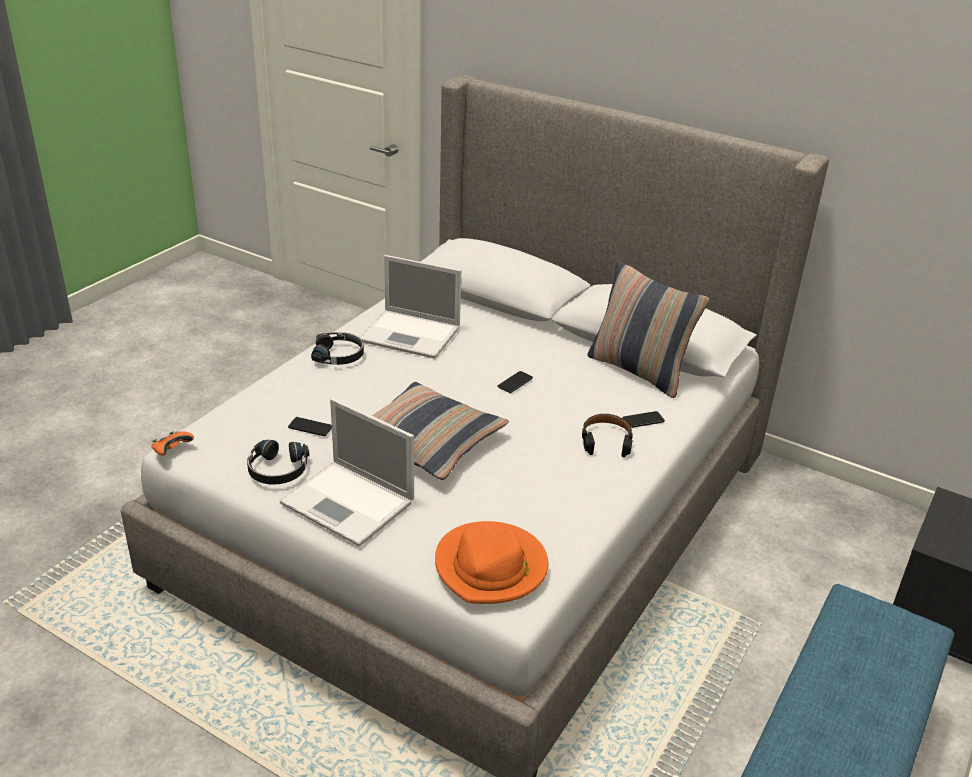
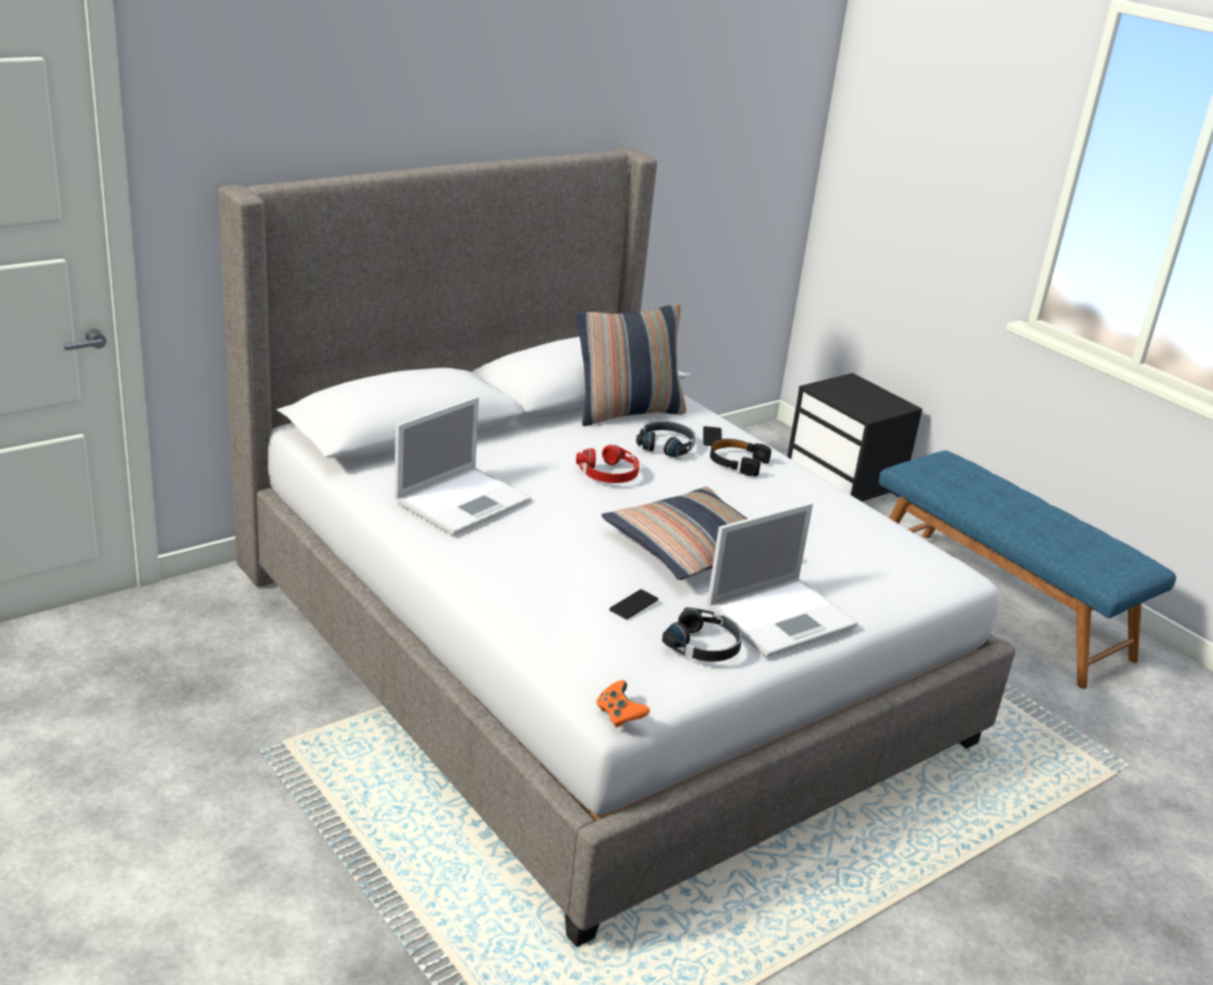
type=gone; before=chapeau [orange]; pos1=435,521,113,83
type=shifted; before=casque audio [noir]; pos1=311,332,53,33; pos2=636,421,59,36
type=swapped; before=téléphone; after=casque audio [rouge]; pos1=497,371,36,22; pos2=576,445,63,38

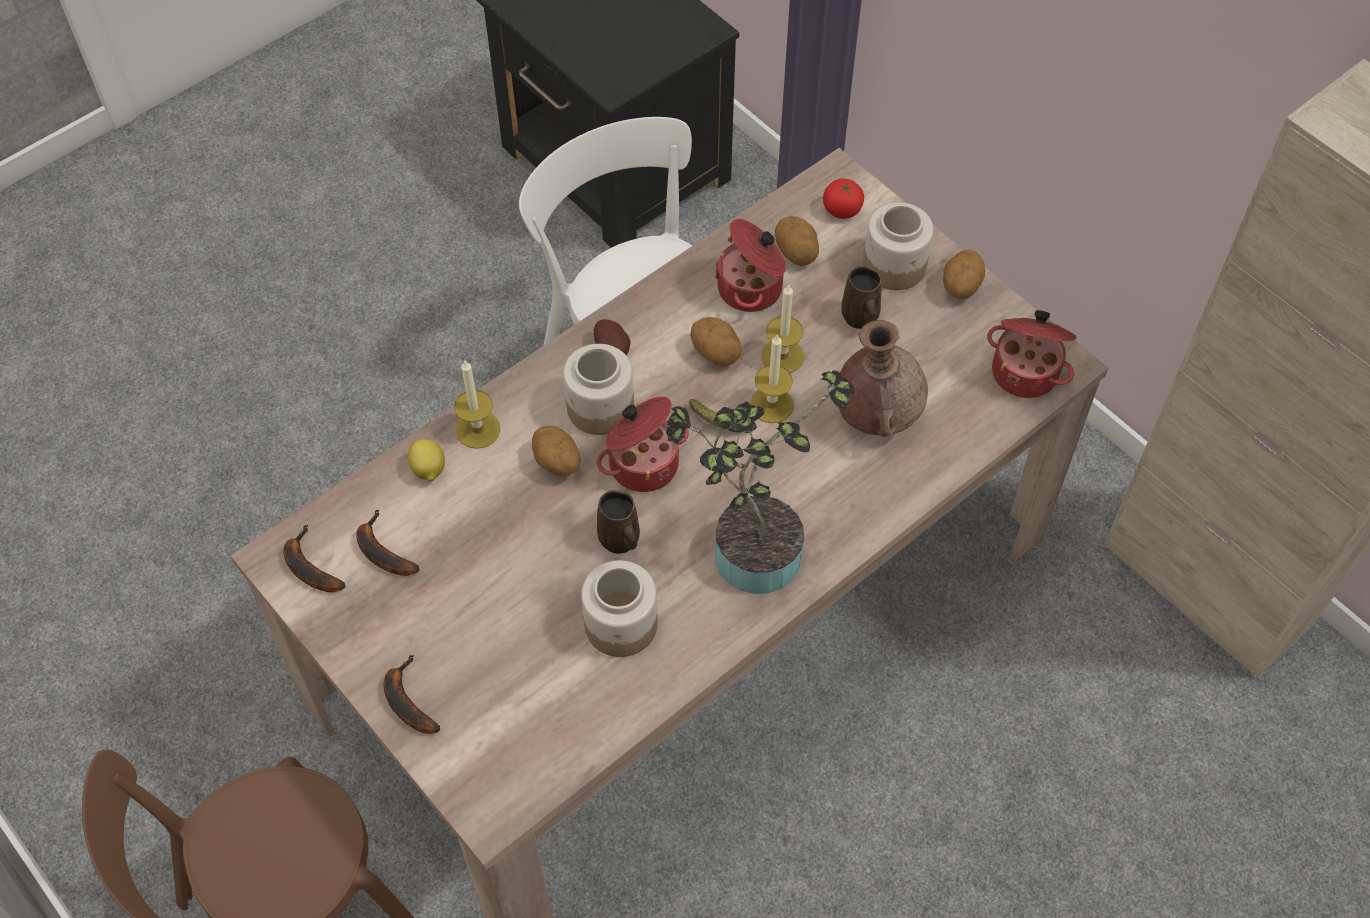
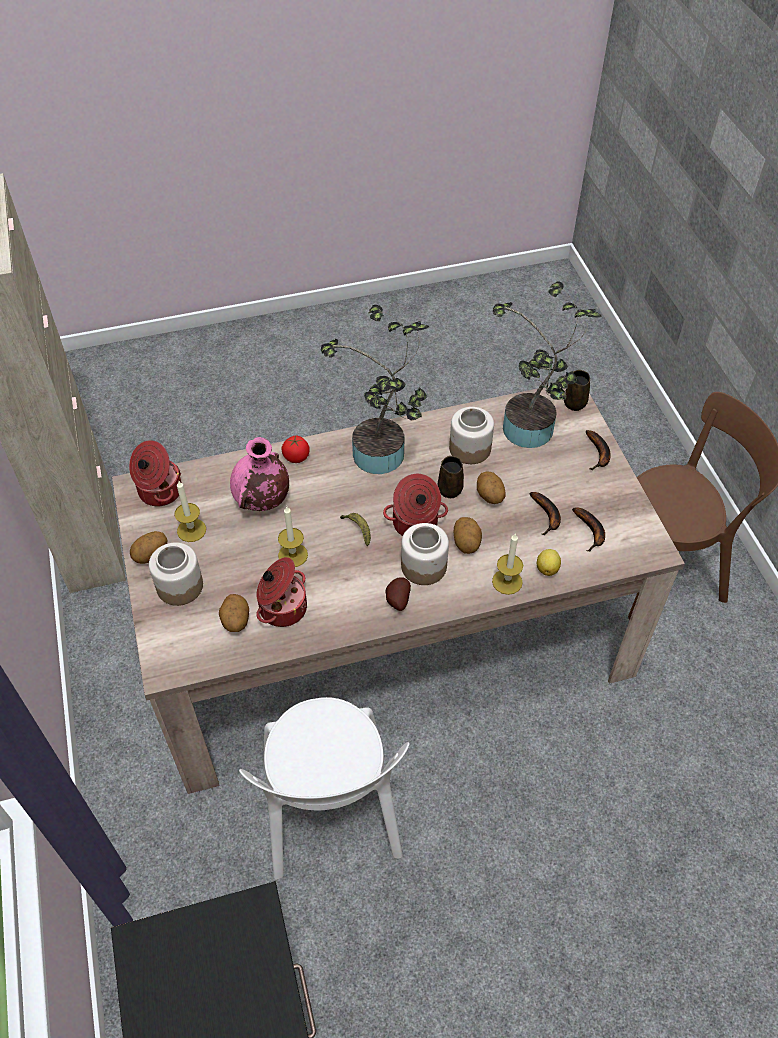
type=new; after=plante en pot; pos2=493,281,109,167
type=shifted; before=banane; pos1=283,525,63,67; pos2=529,492,32,43
type=shifted; before=pomme de terre; pos1=690,317,52,50; pos2=477,472,29,32
type=shifted; before=bougie; pos1=750,334,44,89; pos2=174,481,32,61
type=shifted; before=tomate; pos1=823,179,41,40; pos2=281,436,29,27
type=shifted; before=mug [marron]; pos1=841,266,41,63; pos2=564,370,26,41
type=repainted; before=vase [marron]; after=vase [rose]; pos1=839,320,89,117; pos2=230,437,59,74

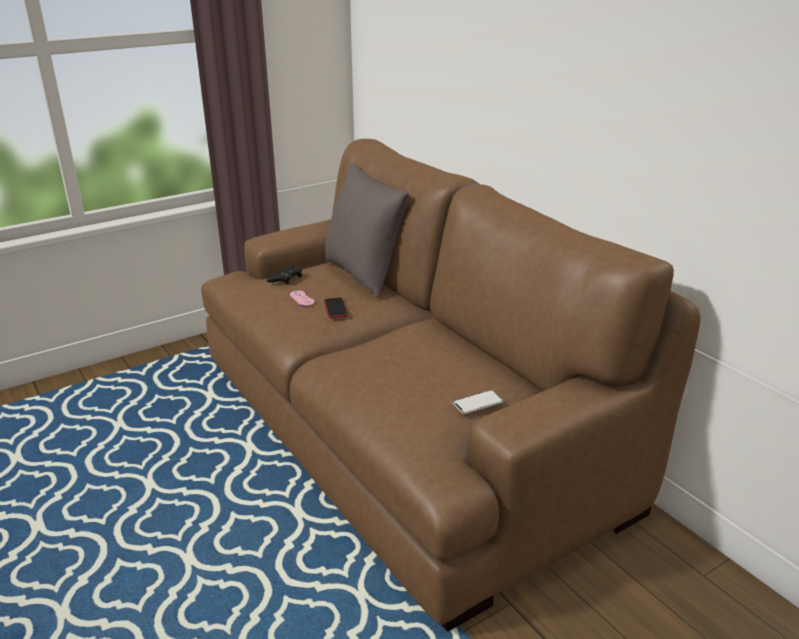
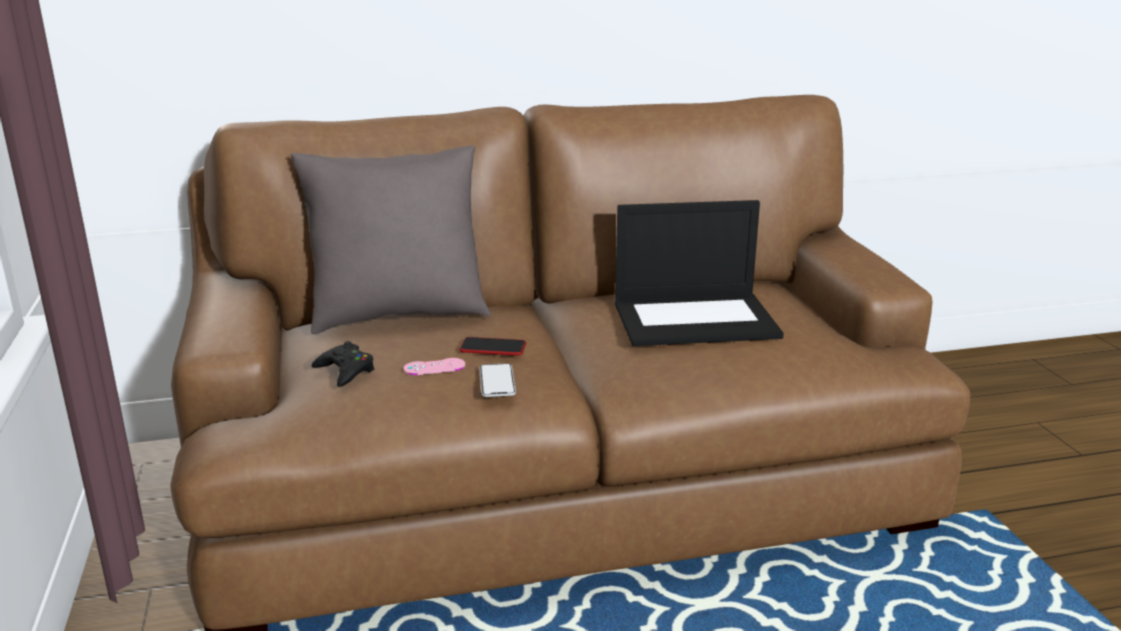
type=new; after=ordinateur portable; pos2=615,200,169,146
type=shifted; before=téléphone; pos1=452,390,52,24; pos2=479,363,37,34

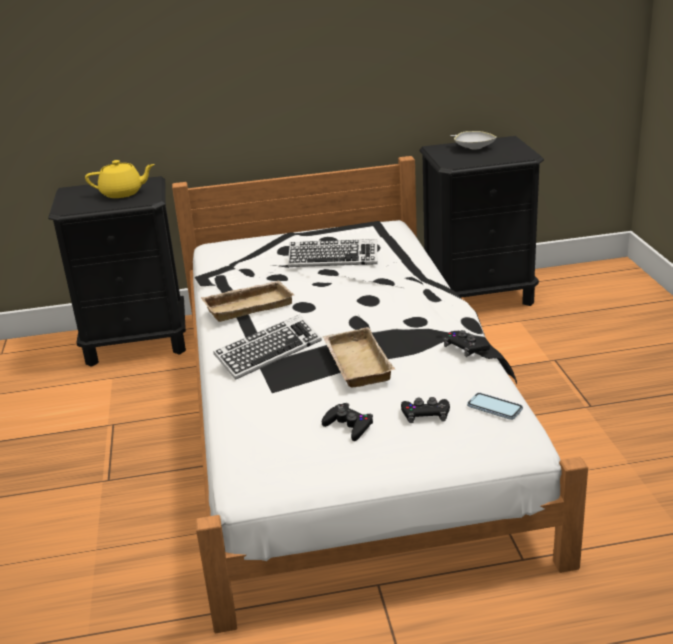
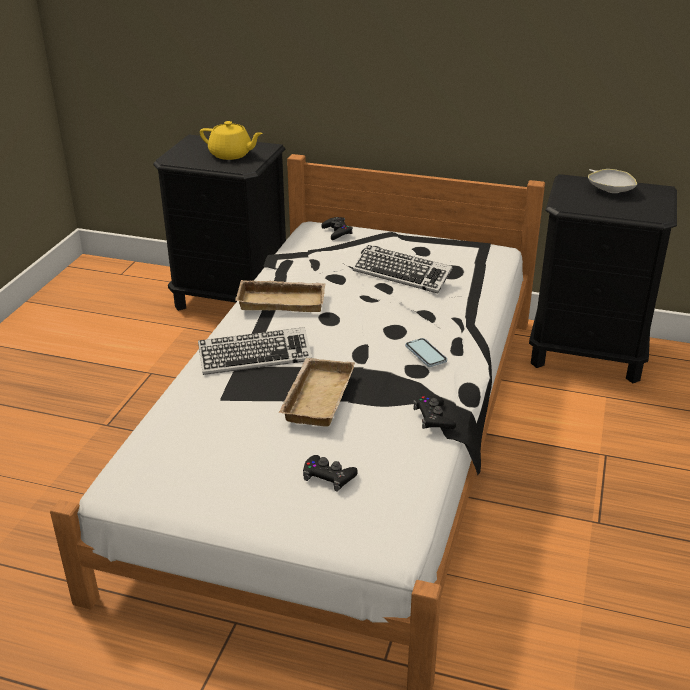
type=shifted; before=manette [noir]; pos1=322,403,51,38; pos2=321,217,32,23
type=shifted; before=téléphone; pos1=467,393,56,27; pos2=405,338,42,29

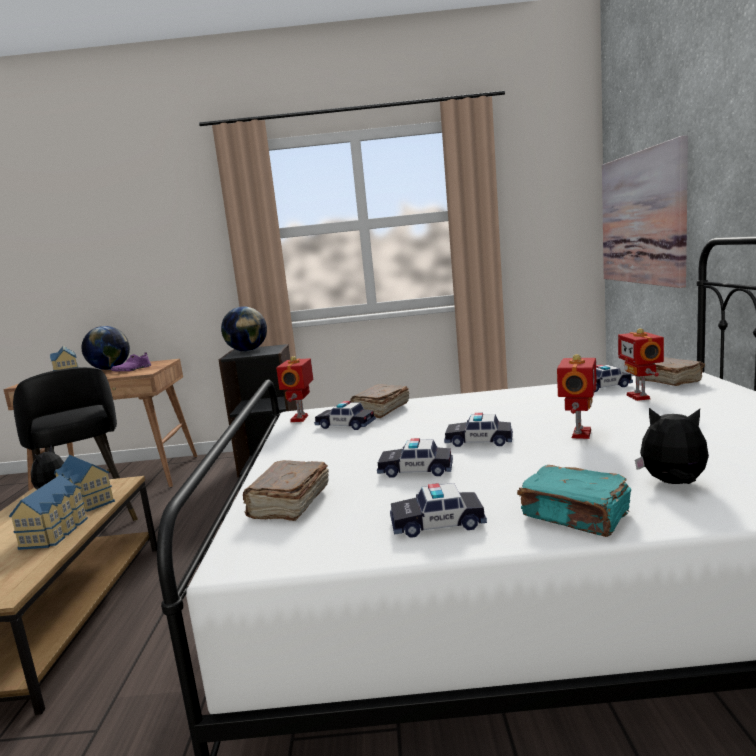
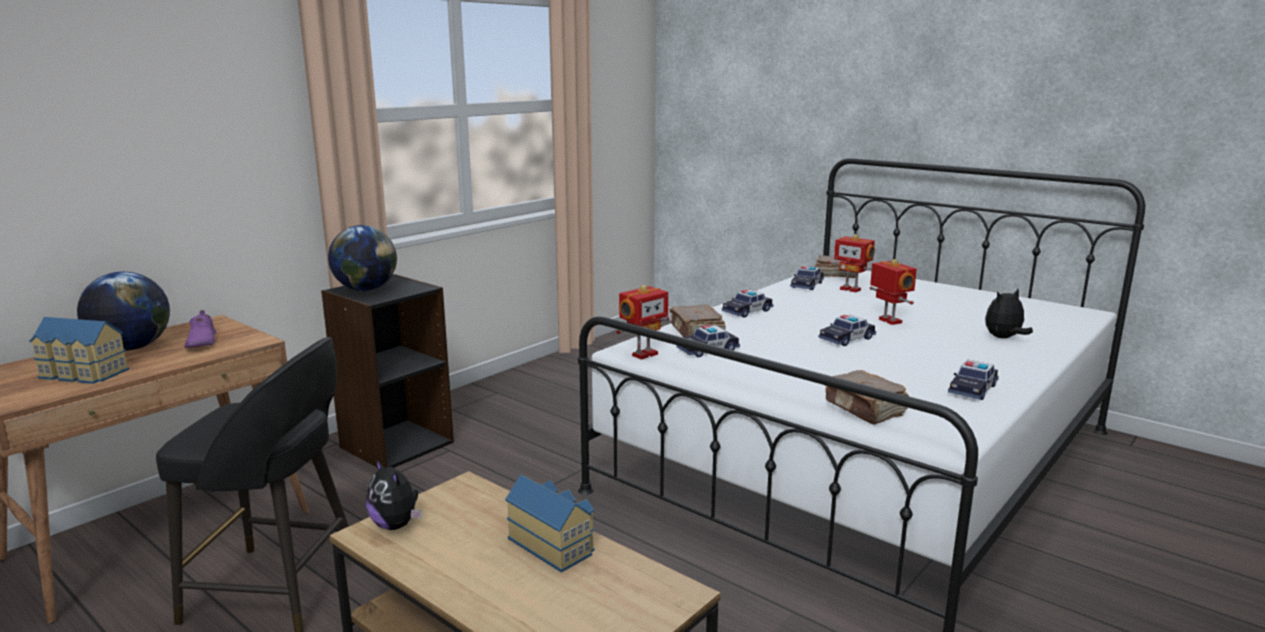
type=gone; before=maison miniature; pos1=54,455,61,57
type=gone; before=livre [turquoise]; pos1=517,465,114,72
type=gone; before=tableau; pos1=602,135,86,153
type=shifted; before=petite voiture; pos1=377,438,76,40; pos2=722,290,51,28
type=rotated; before=robot jouet; pos1=276,356,37,66; pos2=616,285,53,75; turn=-90

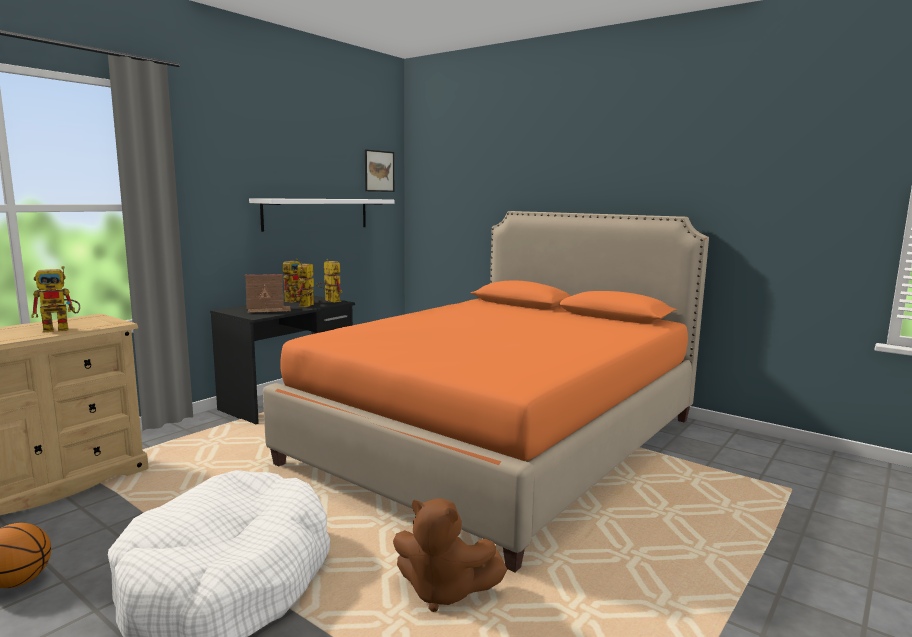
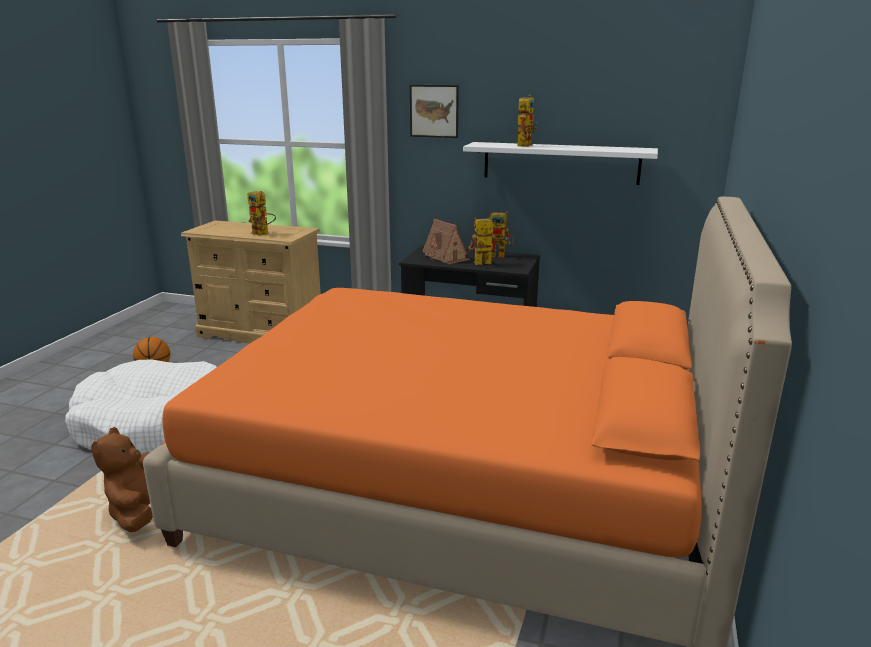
type=shifted; before=robot jouet; pos1=316,259,26,44; pos2=517,95,21,52
type=shifted; before=tableau; pos1=365,149,29,43; pos2=410,85,49,53

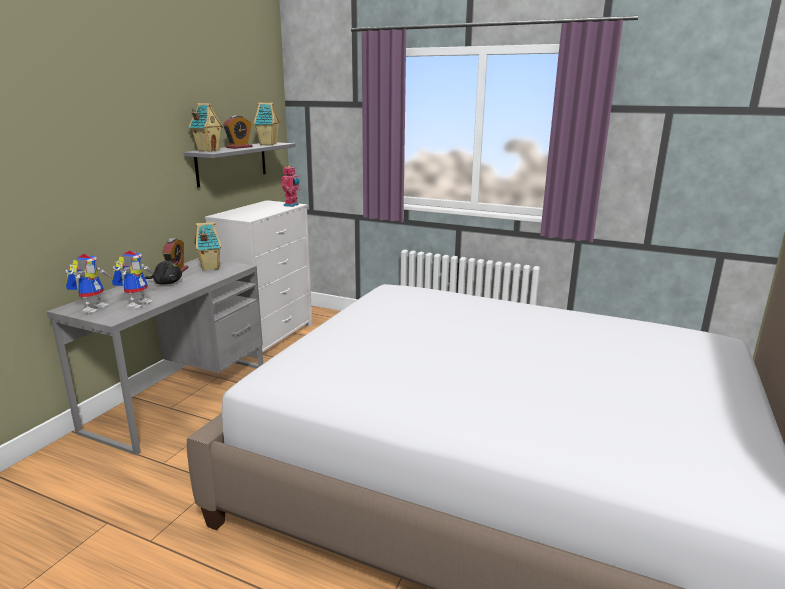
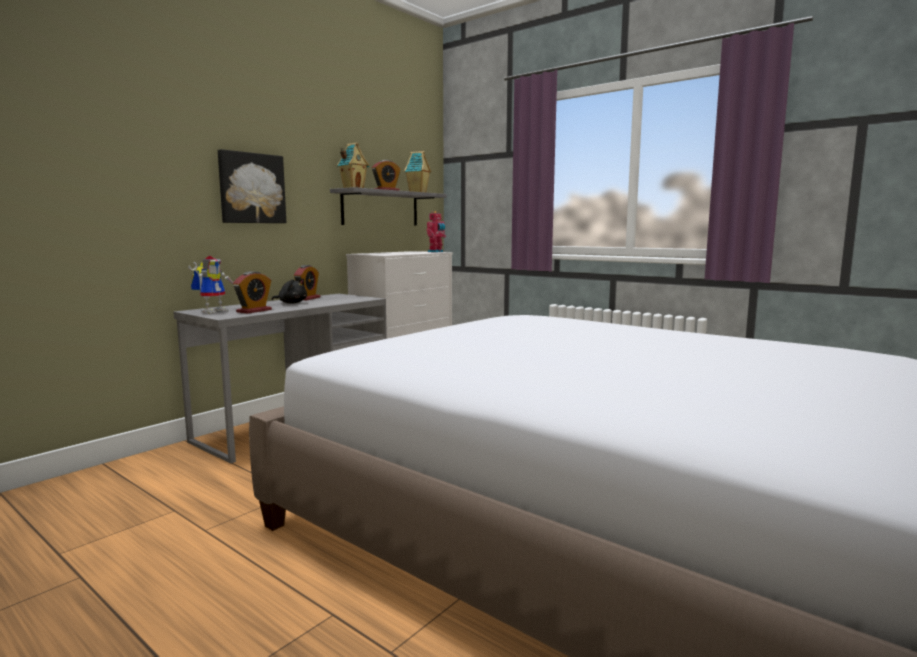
type=gone; before=maison miniature; pos1=194,222,27,49
type=new; after=tableau; pos2=218,149,68,74
type=swapped; before=robot jouet; after=réveil; pos1=112,251,43,58; pos2=233,271,39,43

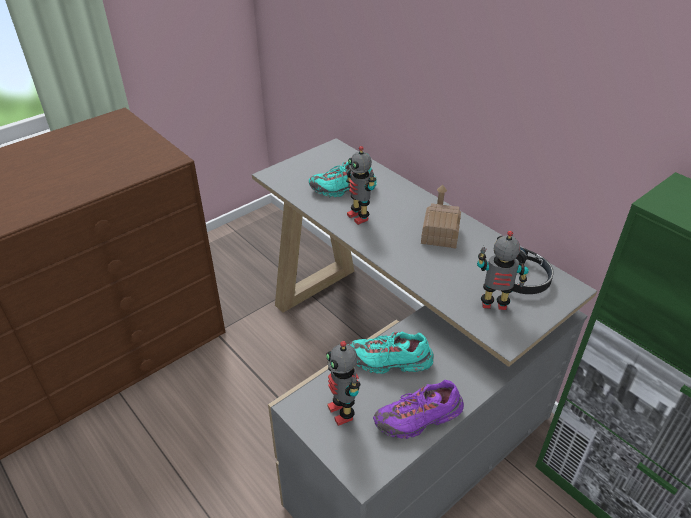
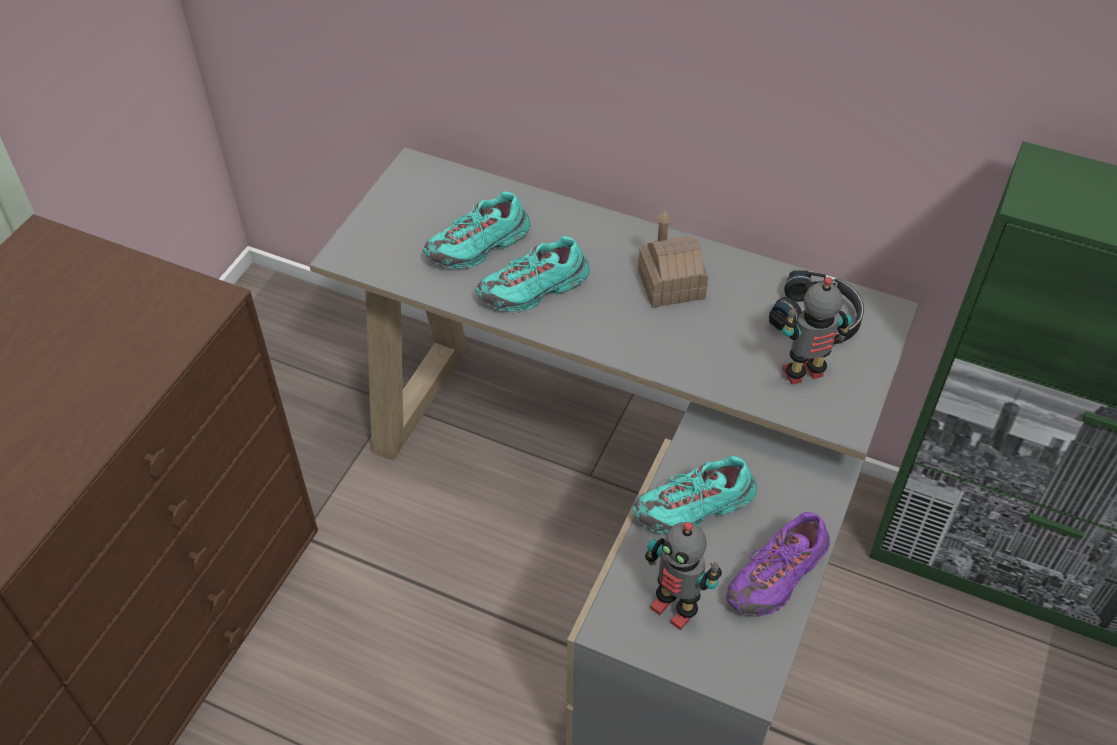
type=swapped; before=robot jouet; after=chaussure [turquoise]; pos1=346,146,30,79; pos2=476,236,114,77

